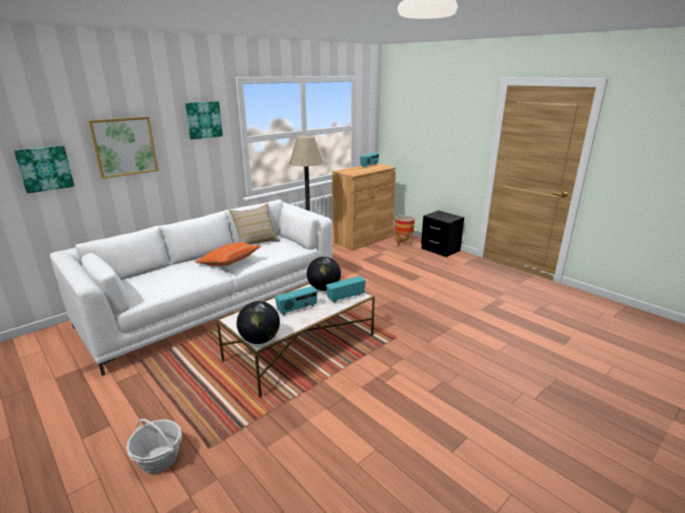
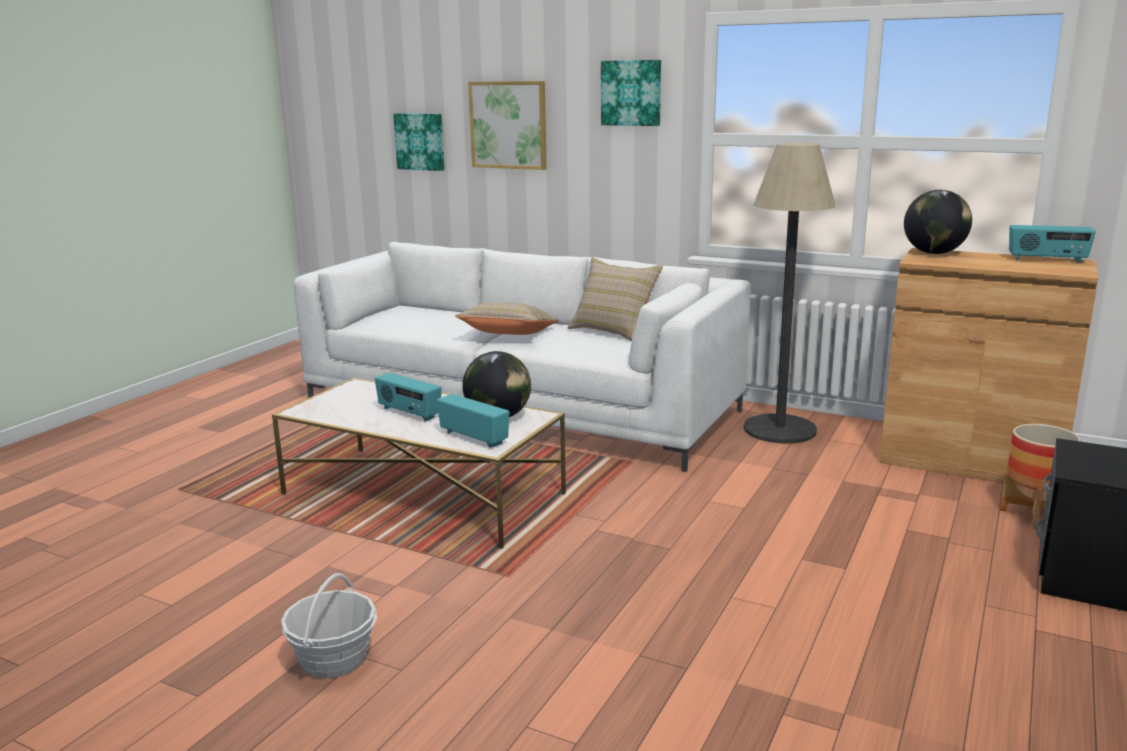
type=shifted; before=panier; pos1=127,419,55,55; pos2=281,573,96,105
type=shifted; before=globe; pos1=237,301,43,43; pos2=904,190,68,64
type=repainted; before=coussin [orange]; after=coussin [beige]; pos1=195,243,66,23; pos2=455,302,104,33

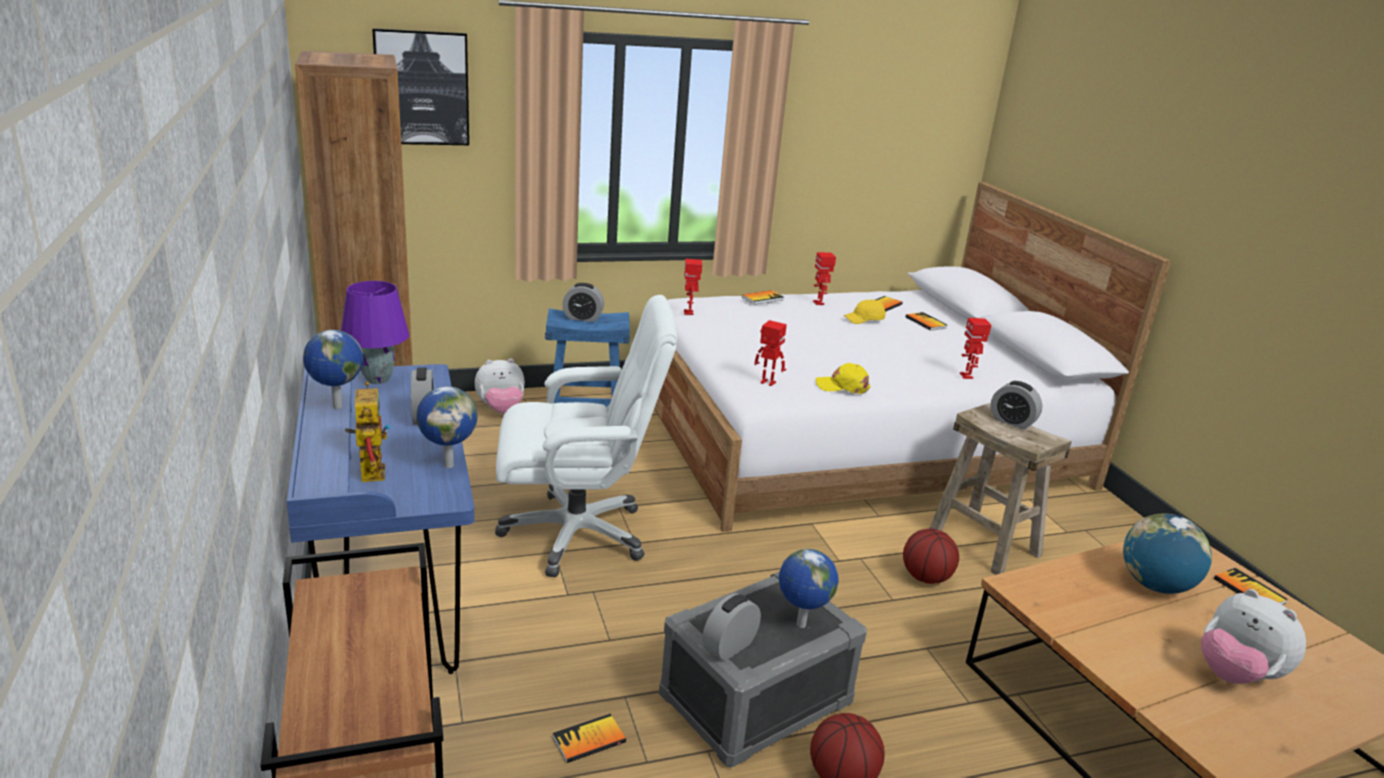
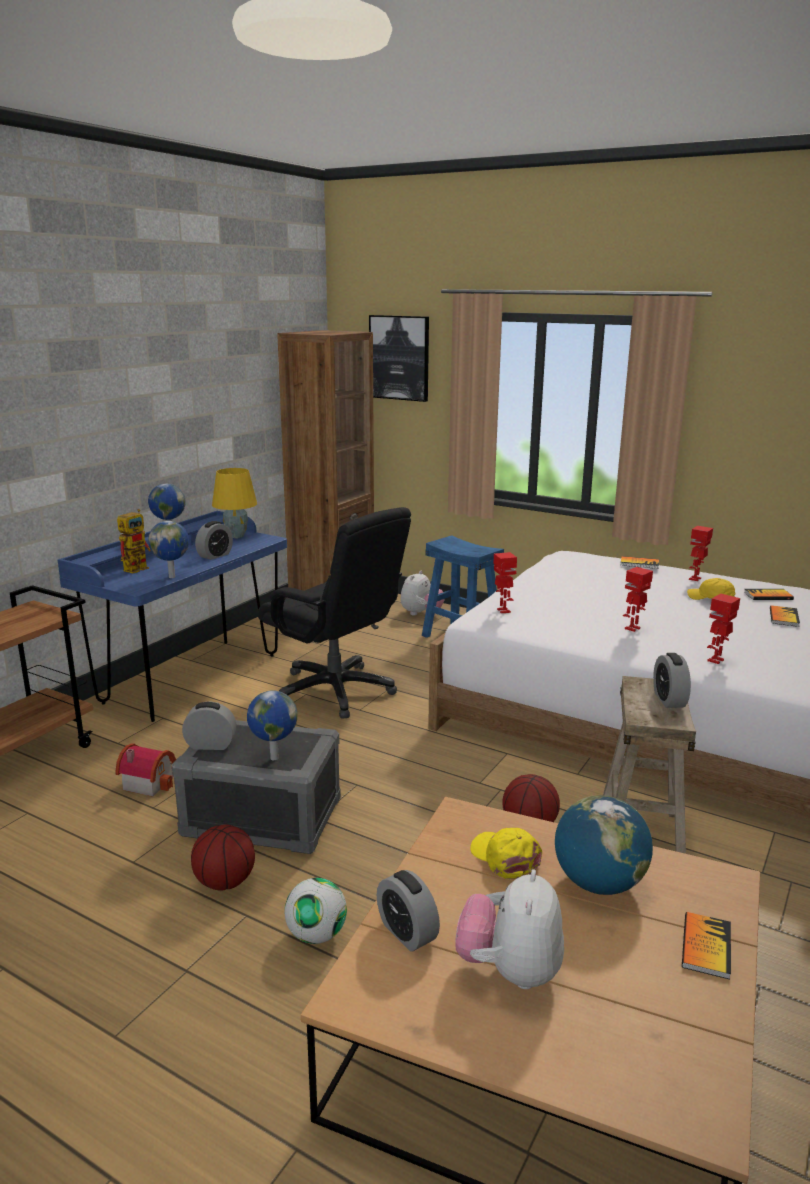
type=new; after=ballon de foot; pos2=284,878,63,66
type=shifted; before=réveil; pos1=563,283,41,39; pos2=377,870,63,82
type=shifted; before=robot jouet; pos1=684,259,18,56; pos2=623,567,30,65
type=shifted; before=casquette [jaune]; pos1=816,363,54,31; pos2=470,828,72,52
type=swapped; before=livre; after=maison miniature; pos1=553,714,73,49; pos2=115,743,61,54
type=repainted; before=lampe de table [violet]; after=lampe de table [jaune]; pos1=341,281,68,103; pos2=212,468,45,70
type=repainted; before=chaise de bureau [blanc]; after=chaise de bureau [noir]; pos1=495,295,182,282; pos2=258,507,153,212
type=rotated; before=peluche; pos1=475,358,50,55; pos2=400,571,45,45; turn=-90

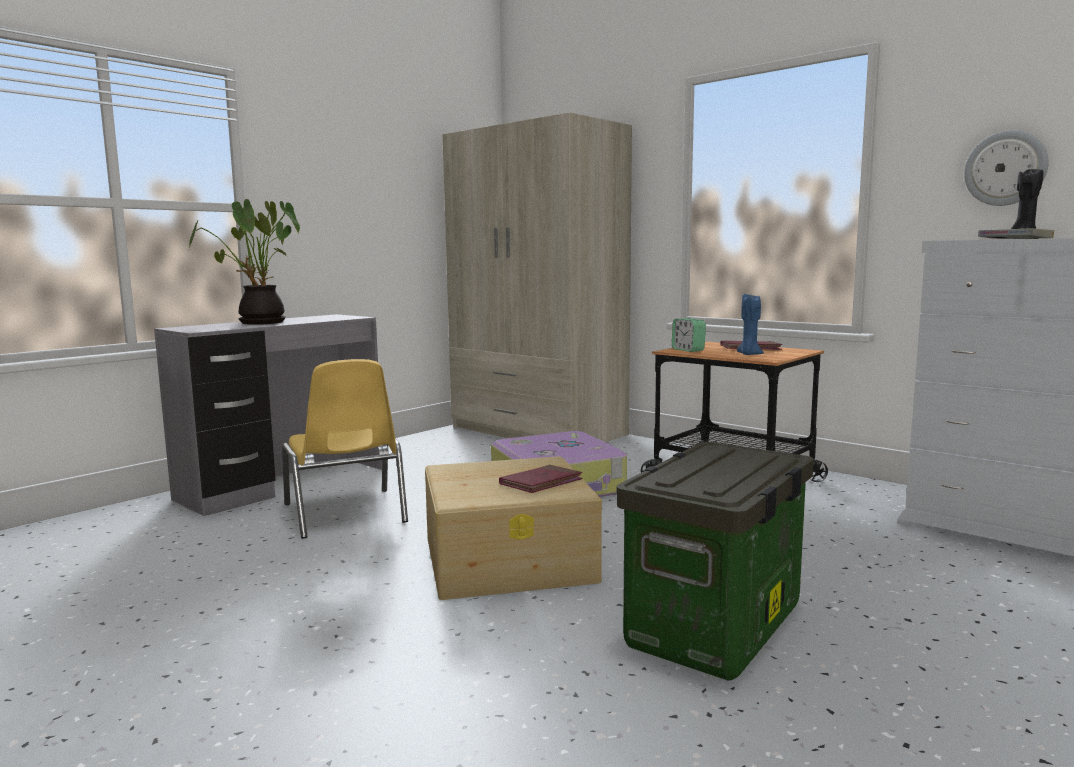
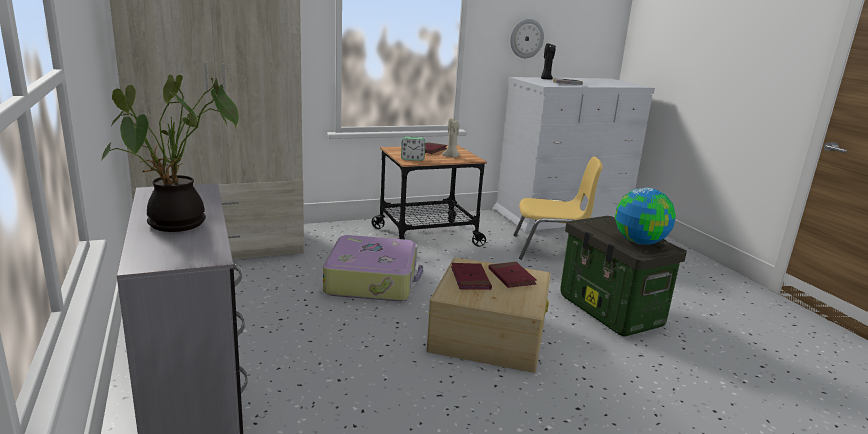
type=new; after=livre [rouge]; pos2=451,263,41,27
type=new; after=globe; pos2=615,188,61,57
type=shifted; before=chaise [jaune]; pos1=282,359,126,180; pos2=514,157,89,103
type=repainted; before=bougie [bleu]; after=bougie [beige]; pos1=737,294,27,61; pos2=442,117,18,41

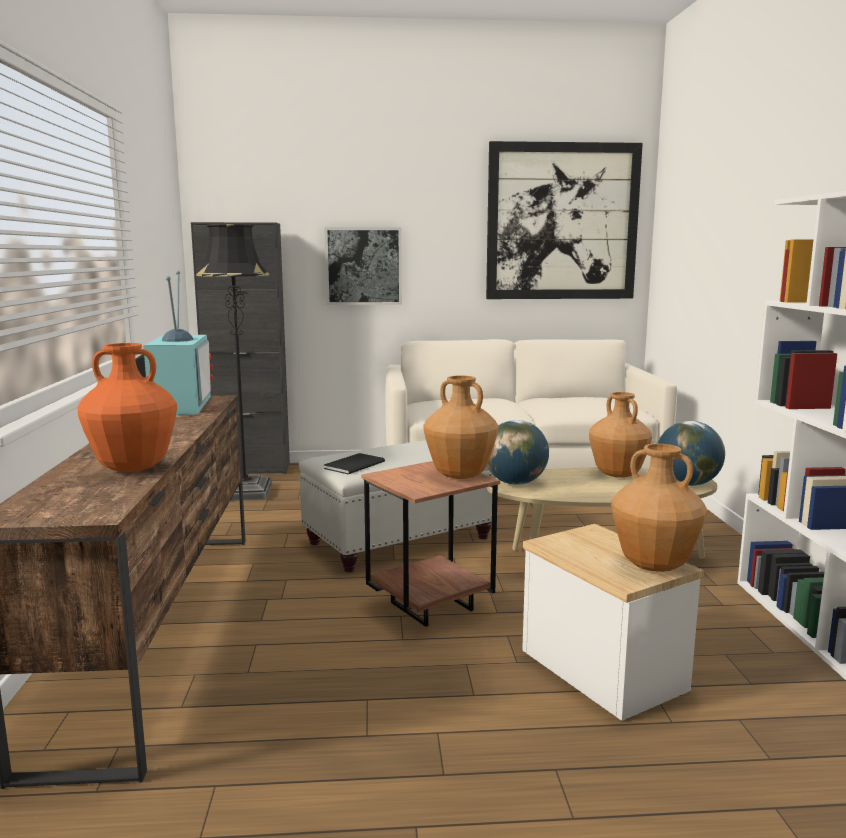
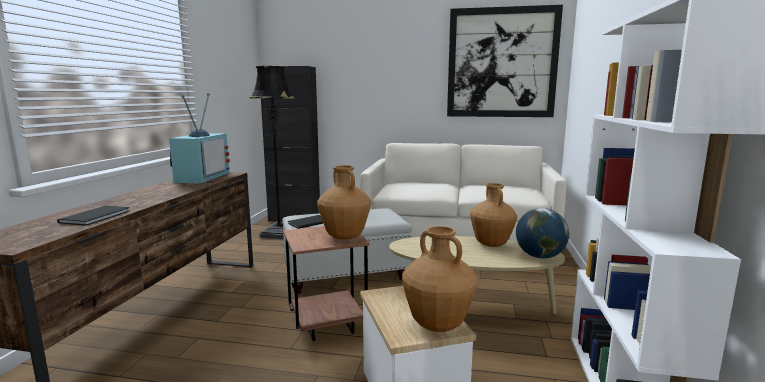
type=gone; before=tableau; pos1=324,227,78,78
type=gone; before=globe; pos1=487,420,62,65
type=swapped; before=vase [orange]; after=livre [noir]; pos1=77,343,100,129; pos2=57,206,73,19

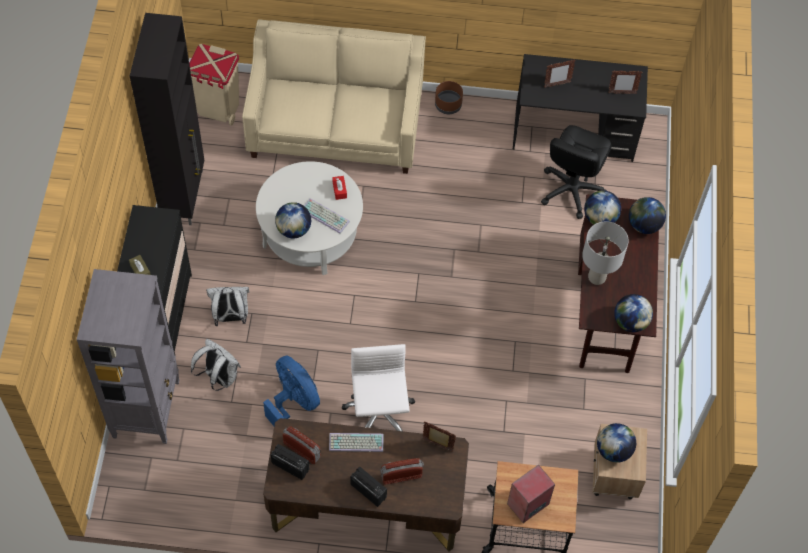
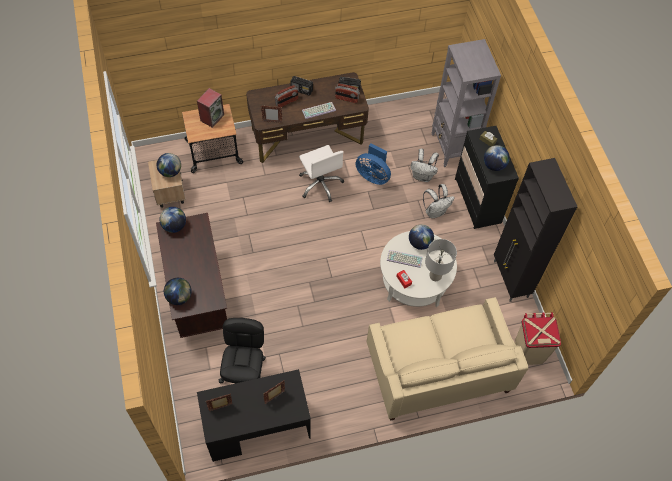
type=gone; before=cache-pot [marron]; pos1=435,81,28,33
type=shifted; before=lampe de table [gris]; pos1=582,221,47,64; pos2=425,239,32,42
type=shifted; before=globe; pos1=584,190,37,35; pos2=484,145,26,26

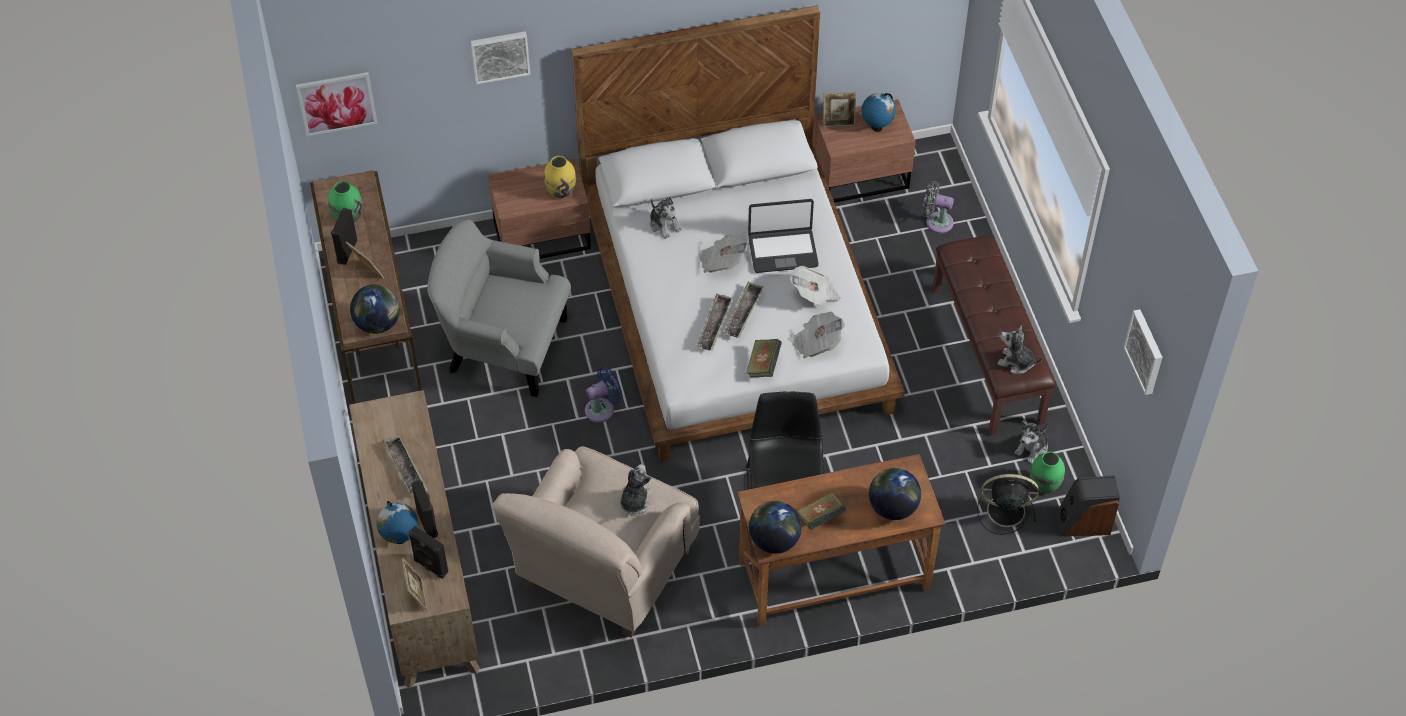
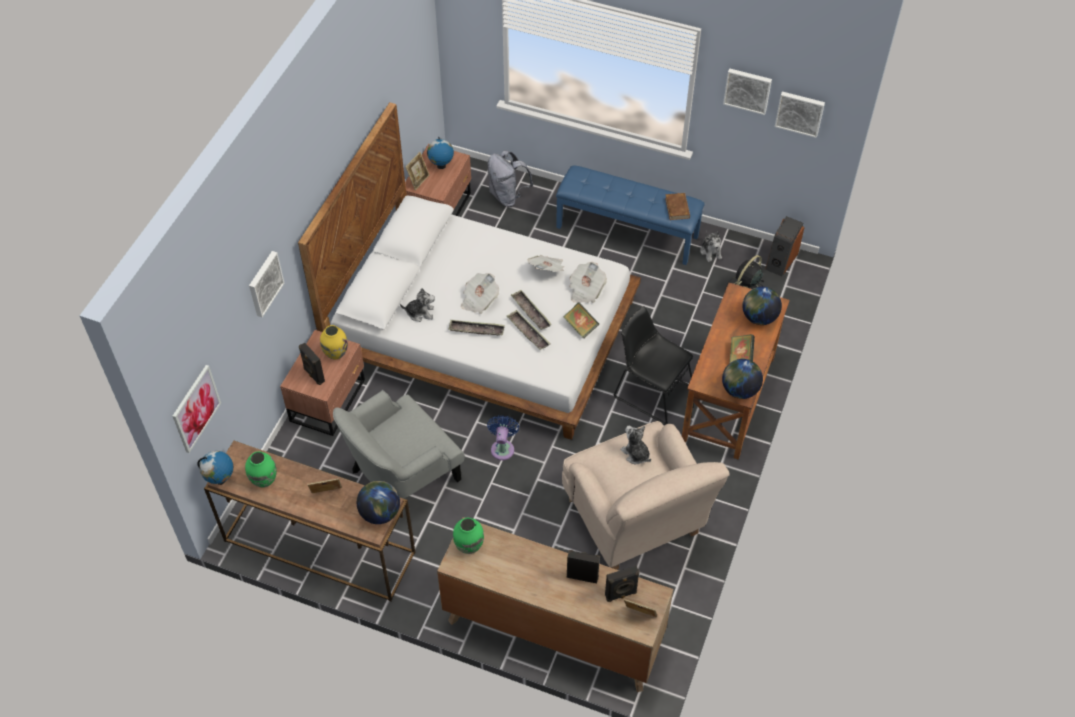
type=gone; before=ordinateur portable; pos1=748,199,71,74
type=new; after=tableau; pos2=723,68,49,47
type=shifted; before=enceinte [noir]; pos1=331,208,26,57; pos2=299,342,26,43
type=shifted; before=globe; pos1=377,501,41,43; pos2=198,451,35,34
type=shifted; before=plateau; pos1=383,435,45,62; pos2=449,320,56,15
type=shifted; before=vase [vert]; pos1=1030,452,35,41; pos2=453,518,31,36
type=swapped; before=ventilateur [gris]; after=sac à dos [gris]; pos1=922,181,32,52; pos2=488,150,45,57
type=swapped; before=peluche; after=livre [marron]; pos1=997,325,45,49; pos2=665,193,25,27
type=repainted; before=banc [marron]; after=banc [bleu]; pos1=933,236,122,199; pos2=556,165,149,100

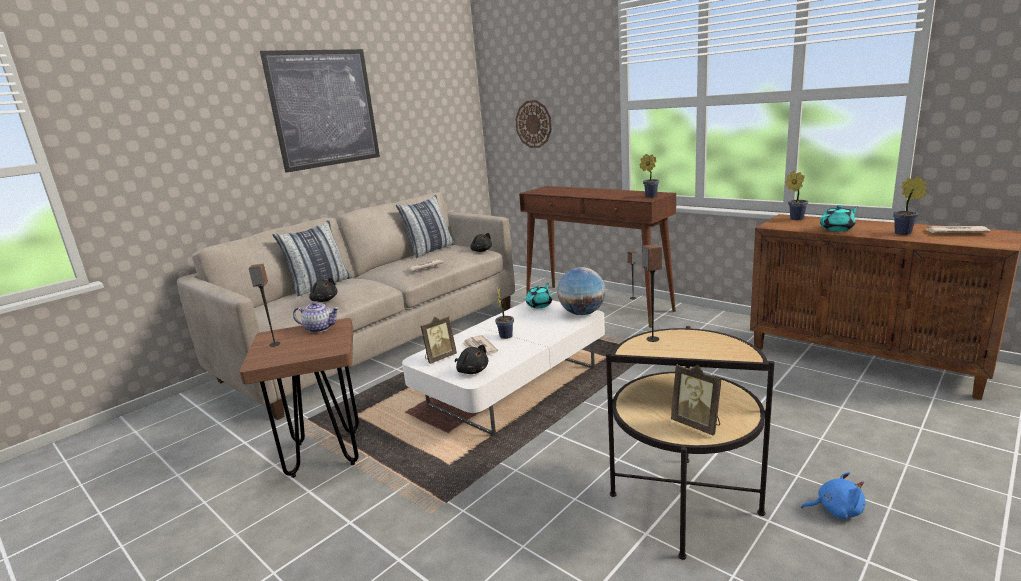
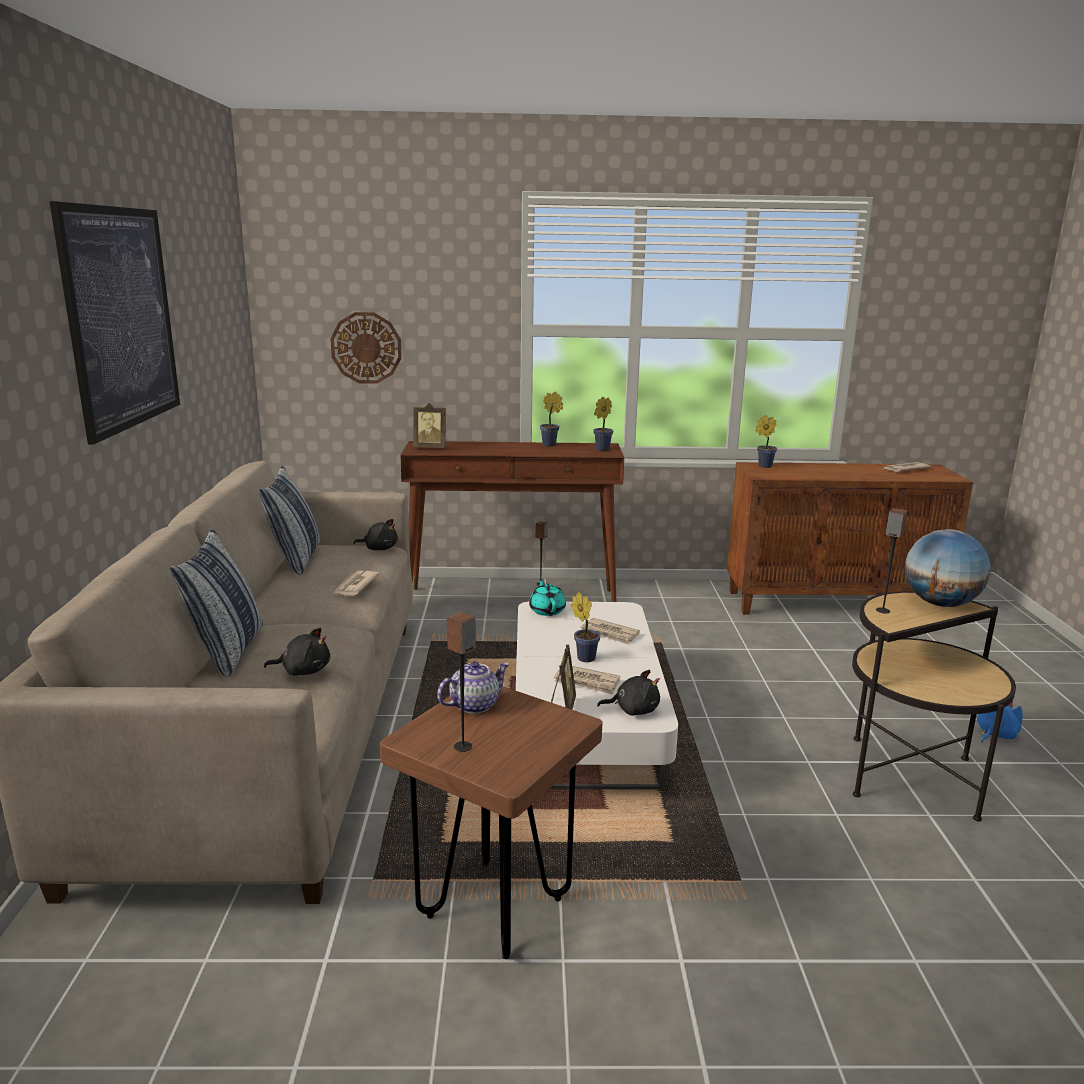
type=gone; before=théière [turquoise]; pos1=820,205,38,26
type=new; after=journal; pos2=580,618,60,27
type=shifted; before=globe; pos1=557,267,49,48; pos2=905,529,86,78
type=shifted; before=cadre photo; pos1=671,364,51,71; pos2=413,403,33,45
type=shifted; before=plante en pot; pos1=893,176,34,59; pos2=540,391,23,56

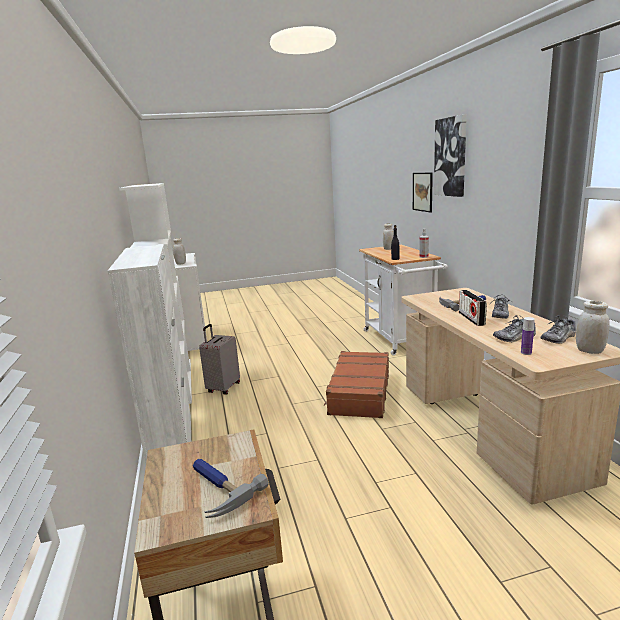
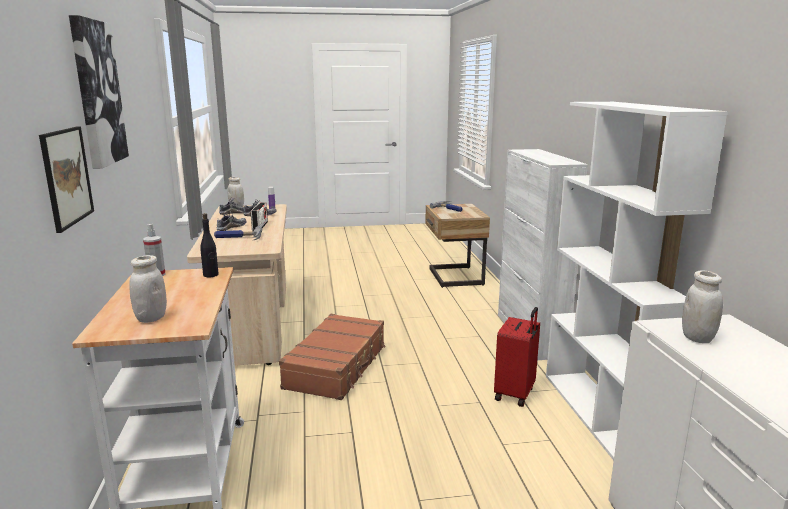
type=repainted; before=valise [gris]; after=valise [rouge]; pos1=199,324,41,70; pos2=494,307,46,100

